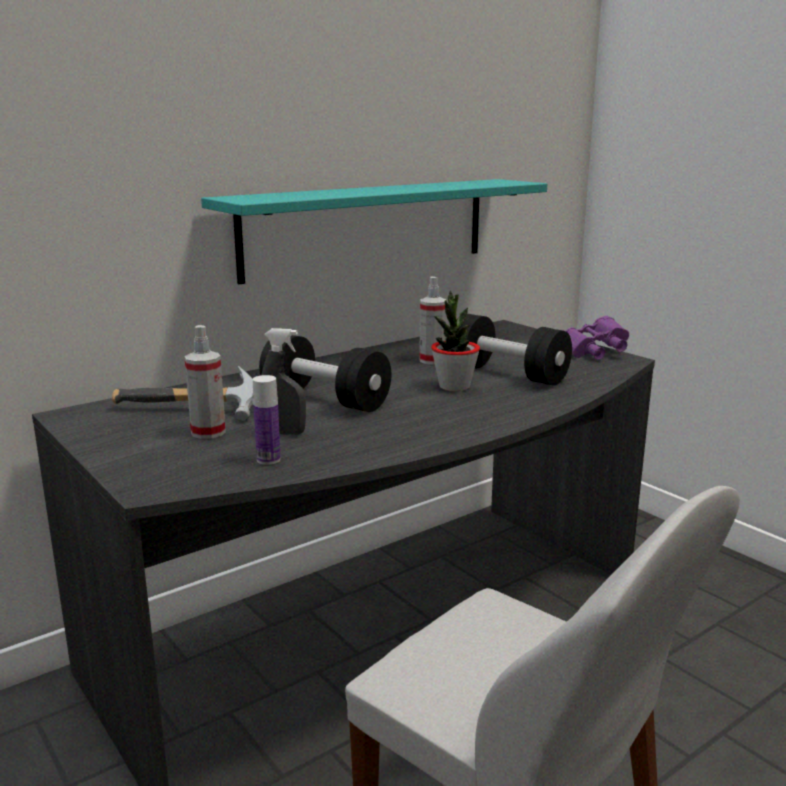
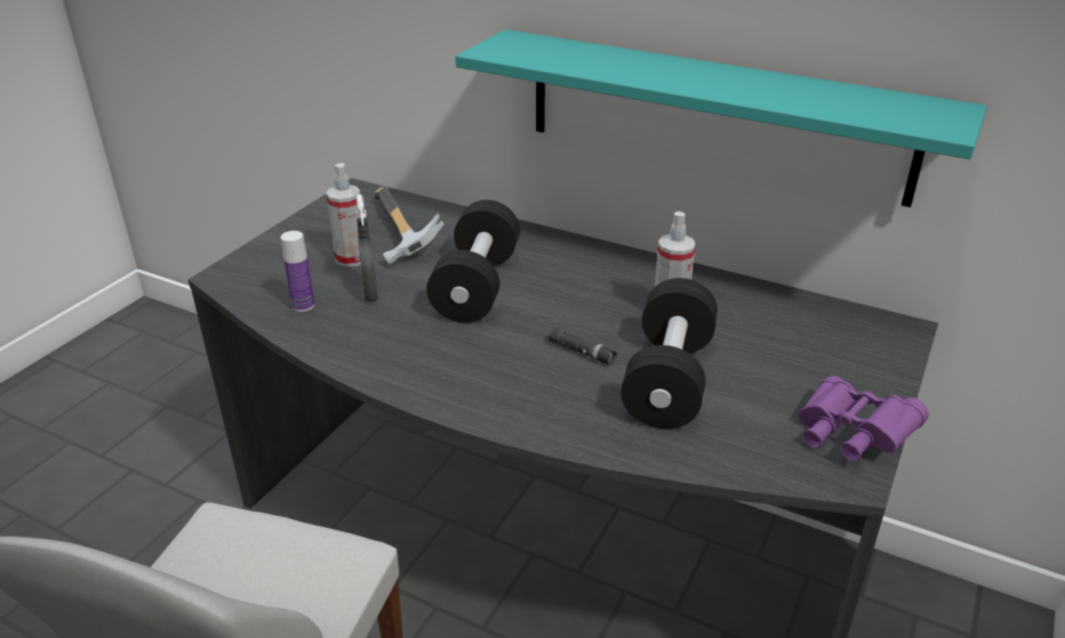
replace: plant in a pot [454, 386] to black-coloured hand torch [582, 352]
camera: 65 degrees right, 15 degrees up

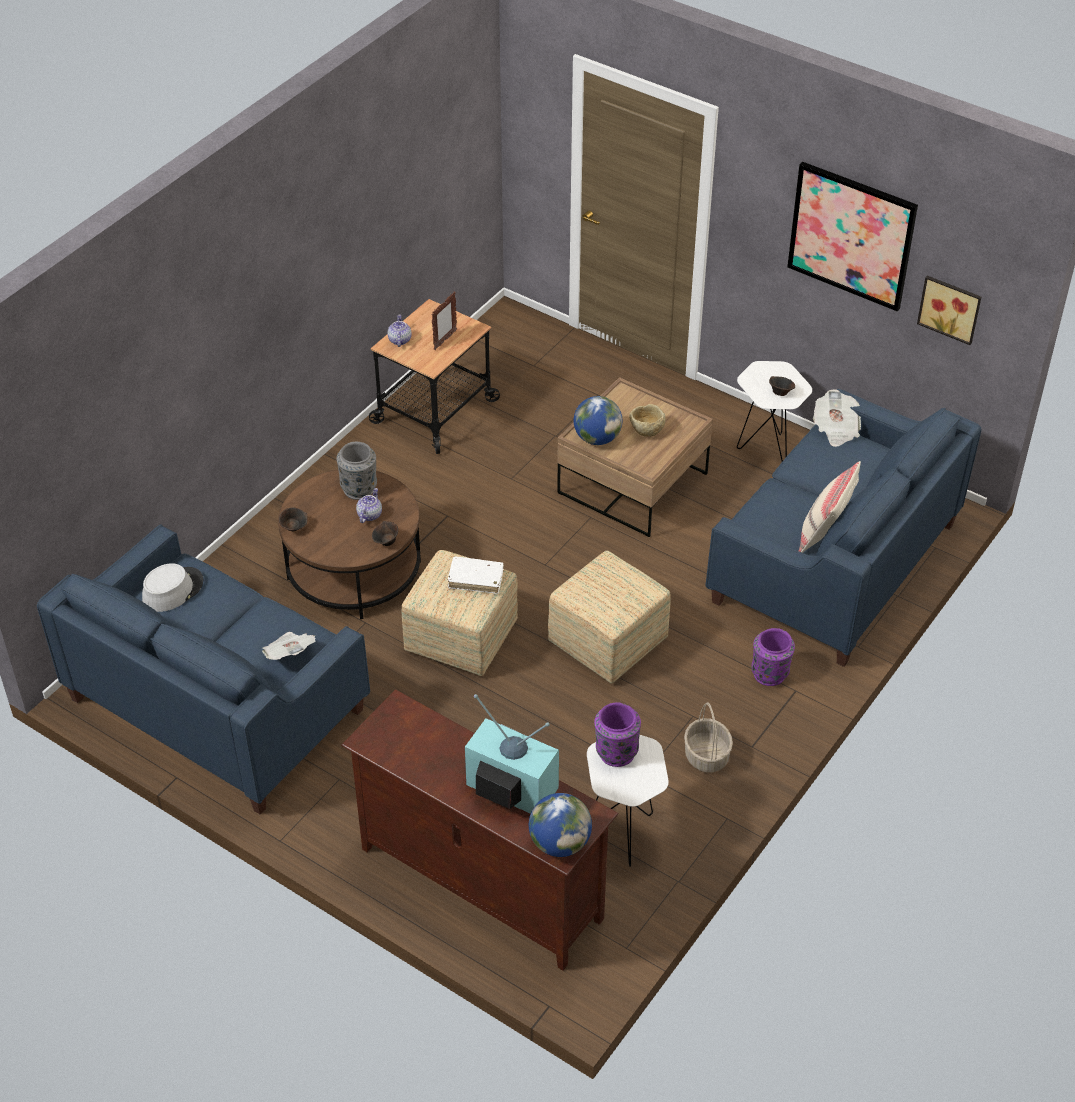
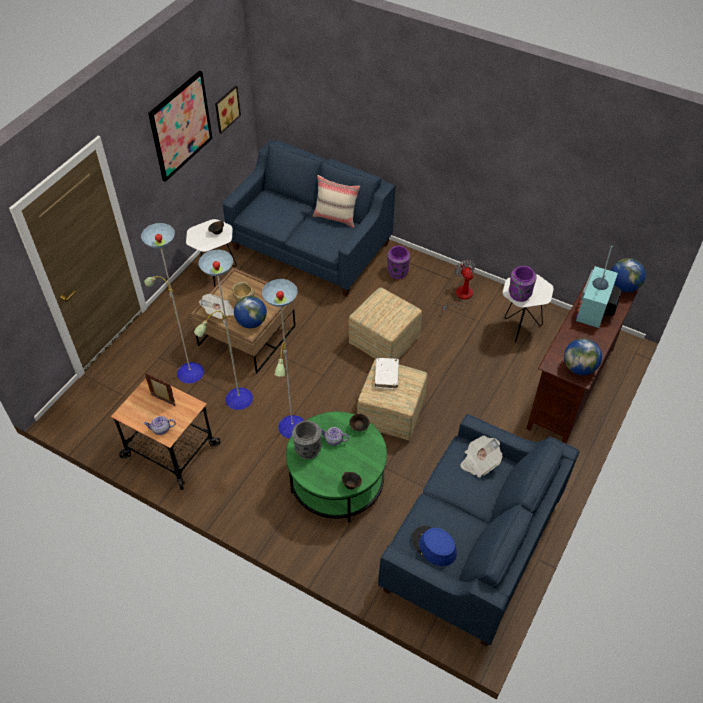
insert: standard lamp [237, 400]; globe [579, 368]
move: newspaper [836, 429] to [219, 312]
replace: household basket [706, 756] to electric fan [460, 297]
recolor: brownish low table [354, 570] to green-coloured low table [337, 481]; greyish clothing hat [172, 590] to blue-coloured clothing hat [433, 546]
camera: 95 degrees left, 5 degrees up

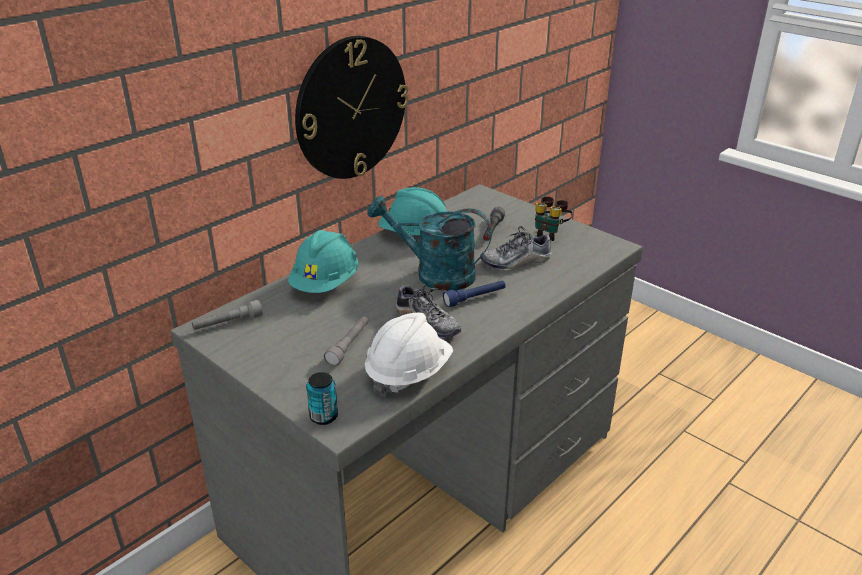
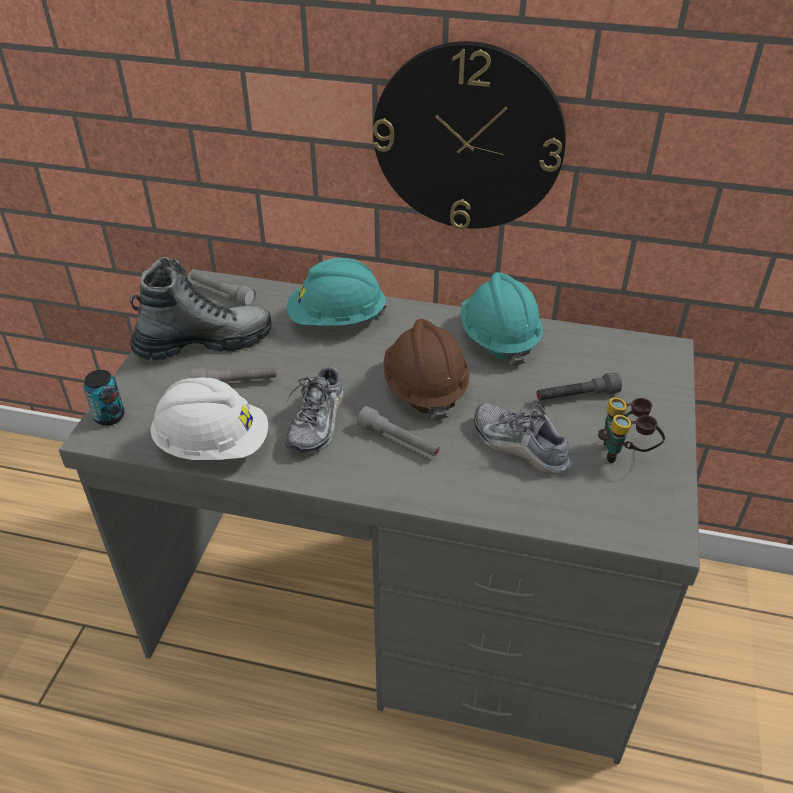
insert: tall boot [204, 343]
replace: turquoise-coloured watering pot [434, 274] to brownish safety helmet [424, 388]
recolor: blue-coloured hand torch [475, 298] to greyish hand torch [399, 441]
camera: 60 degrees right, 10 degrees up

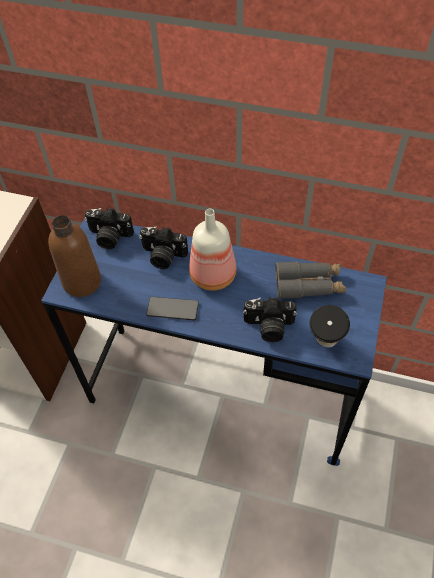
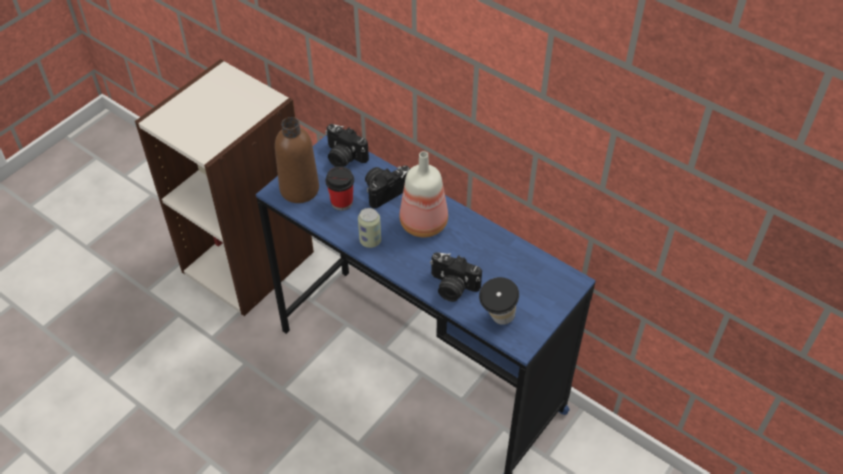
delete: greyish binoculars [309, 284]
insert: drinking cup [342, 202]
replace: telephone [172, 309] to metal can [370, 241]
rotate: still camera [163, 256] = [385, 191] 105 degrees clockwise
camera: 20 degrees right, 5 degrees down

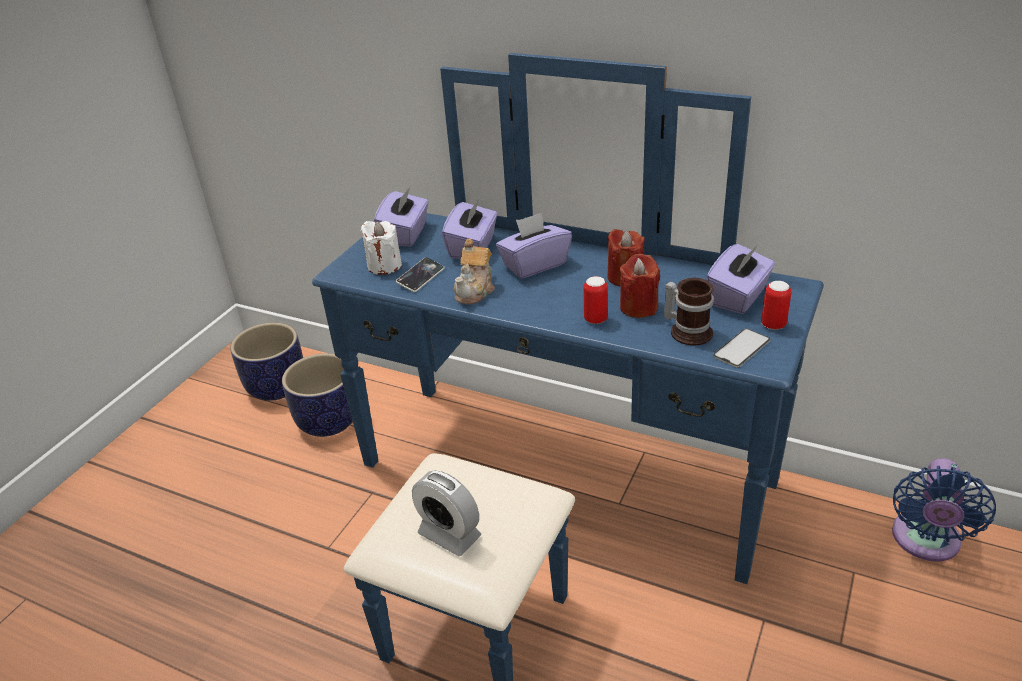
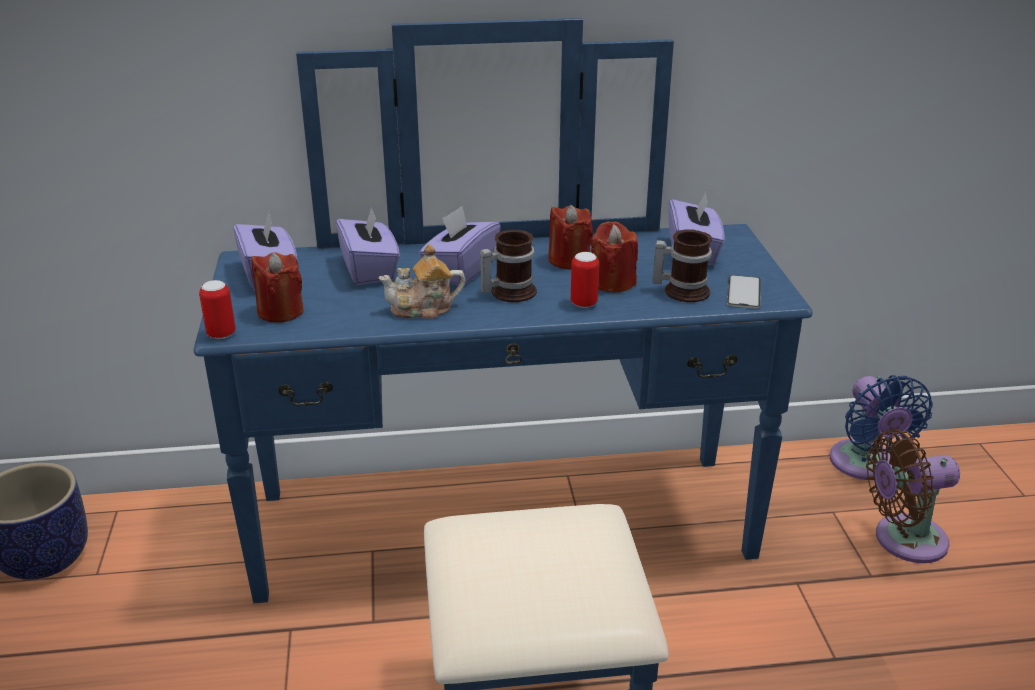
delete: plant pot [329, 422]; telephone [421, 277]; alarm clock [449, 535]
insert: coffee mug [508, 292]; brownish electric fan [903, 540]
move: metal can [773, 325] to [221, 334]
recolor: whitish wax candle [384, 266] to red wax candle [280, 311]
rotate: teapot [475, 290] = [423, 309] 90 degrees clockwise
camera: 35 degrees left, 5 degrees down

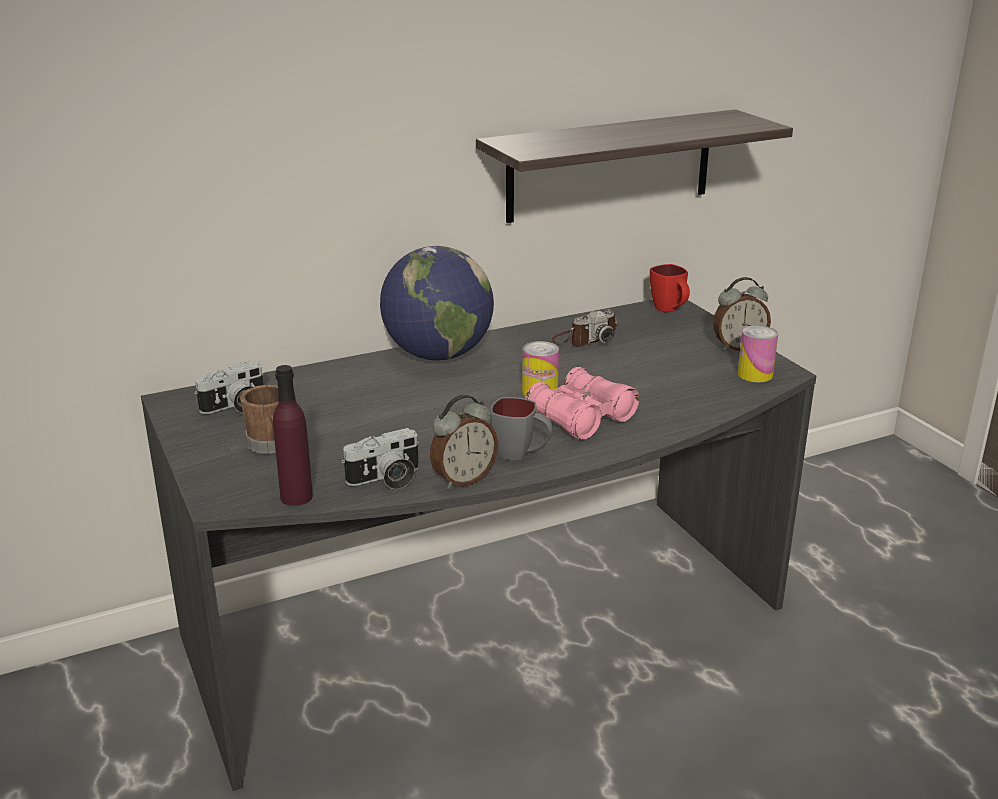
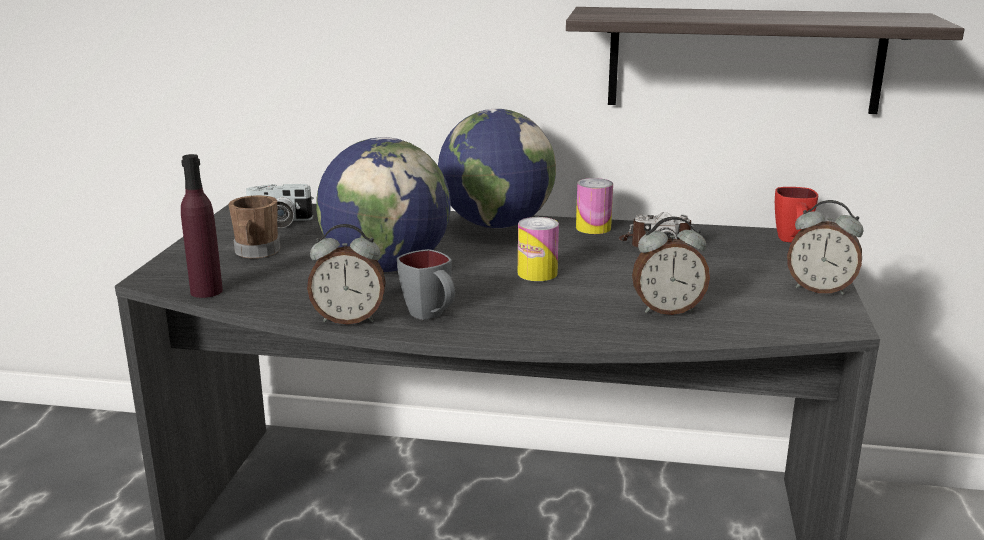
delete: still camera [386, 480]; pink binoculars [581, 418]
insert: globe [386, 267]; alarm clock [667, 310]
move: metal can [755, 374] to [593, 228]
camera: 35 degrees right, 5 degrees down

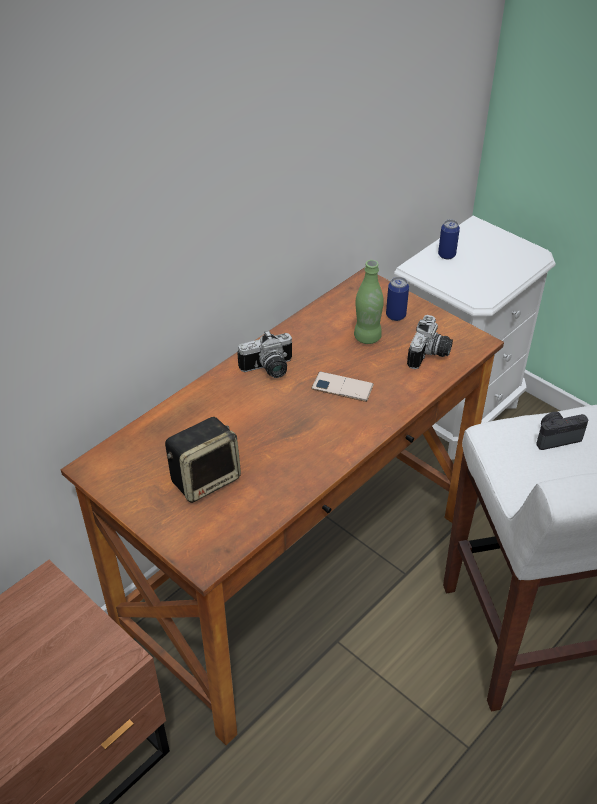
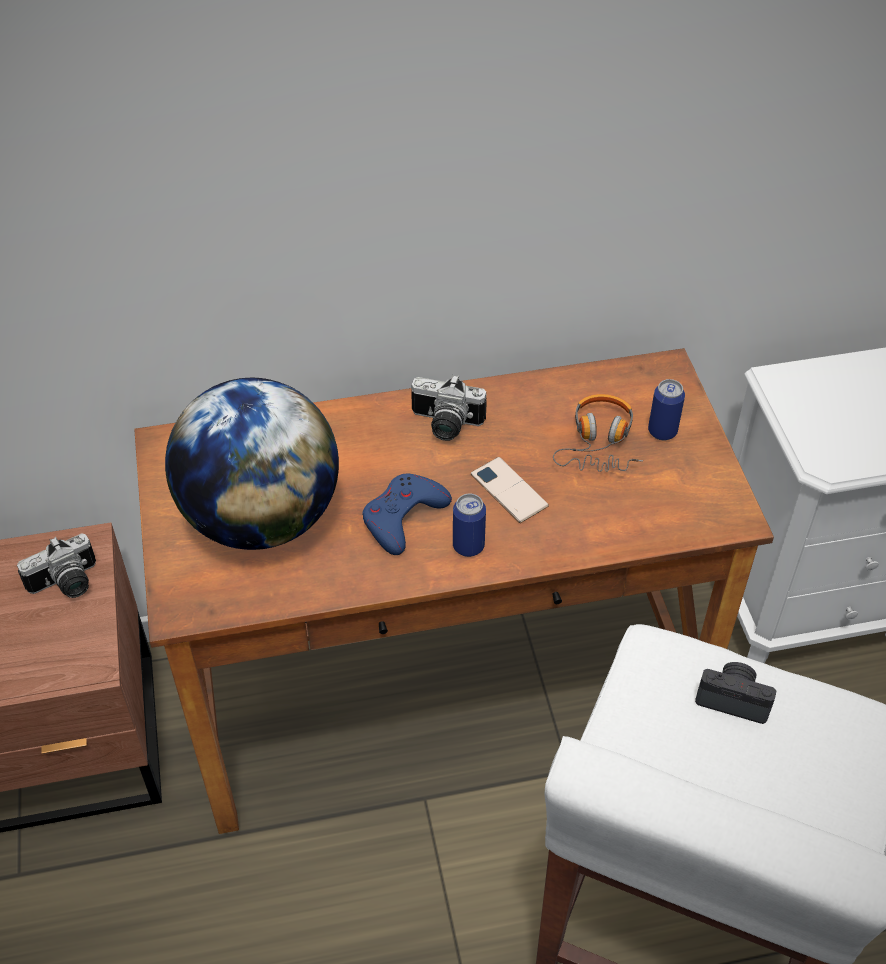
insert: blue-coloured joypad [403, 517]
move: still camera [430, 355] to [67, 585]; metal can [446, 255] to [468, 546]
replace: speaker [205, 478] to globe [261, 518]; green-coloured drink bottle [367, 337] to headset [599, 442]
camera: 35 degrees right, 5 degrees up

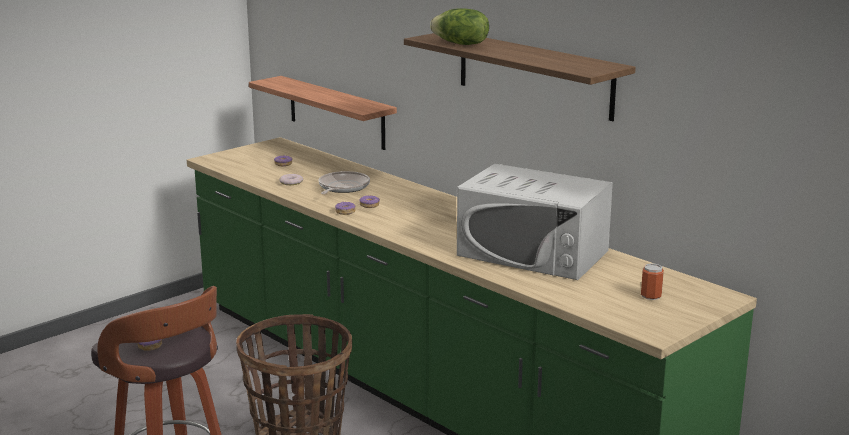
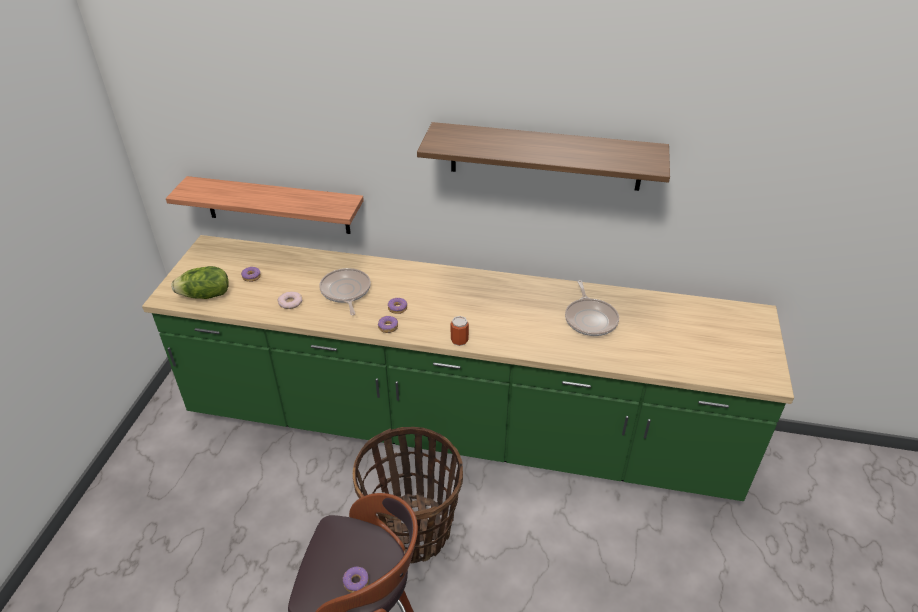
move: lettuce head [460, 44] to [205, 295]; metal can [651, 296] to [459, 340]
replace: whitish microwave [533, 253] to frying pan [590, 319]
camera: 35 degrees left, 20 degrees up

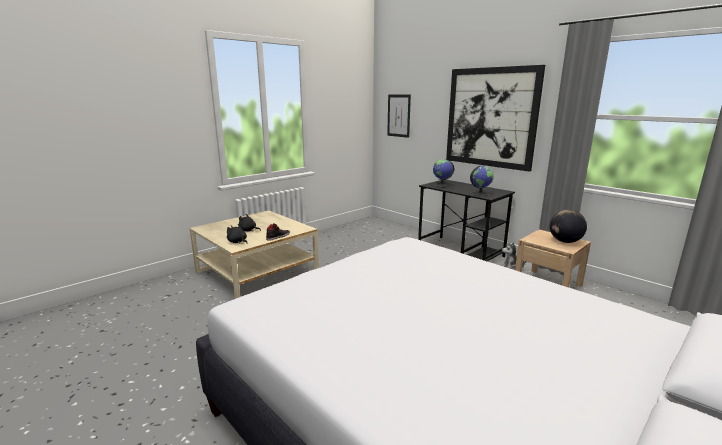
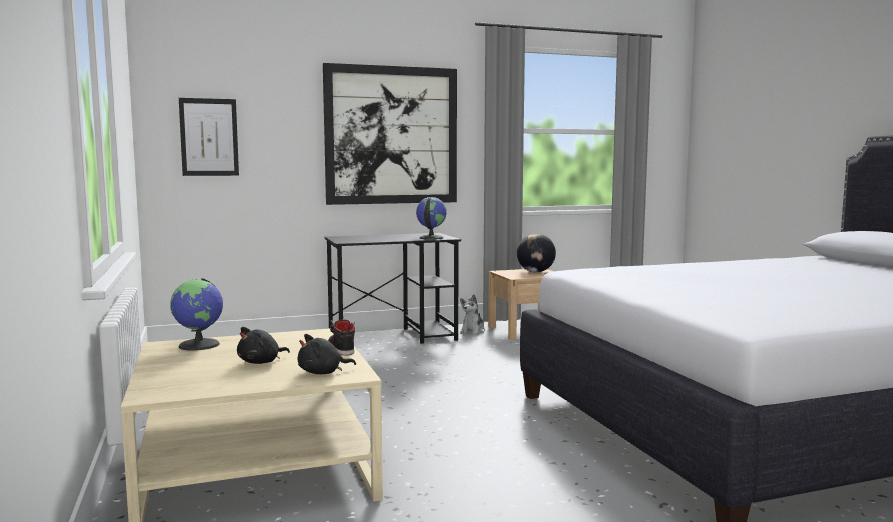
move: globe [442, 185] to [200, 345]
camera: 65 degrees left, 10 degrees down

